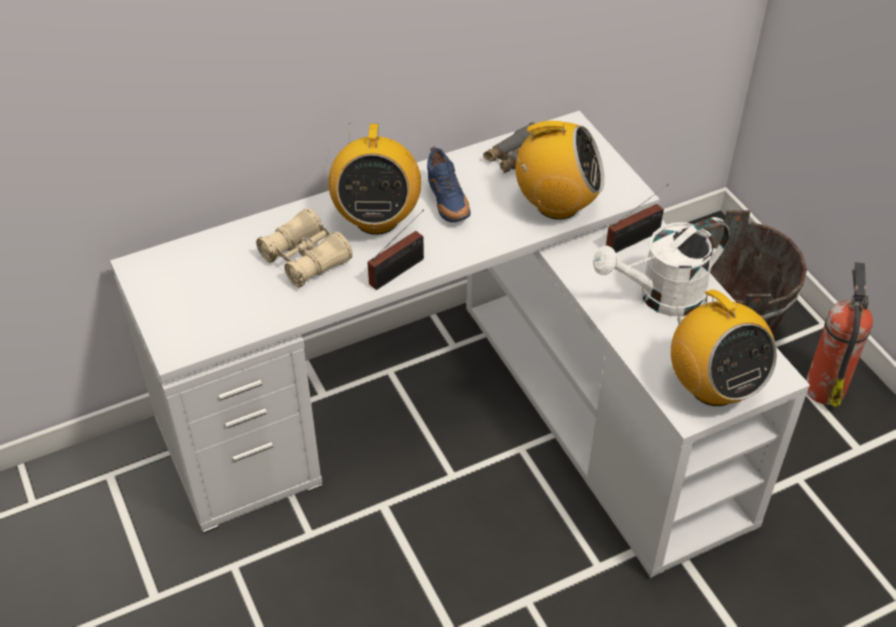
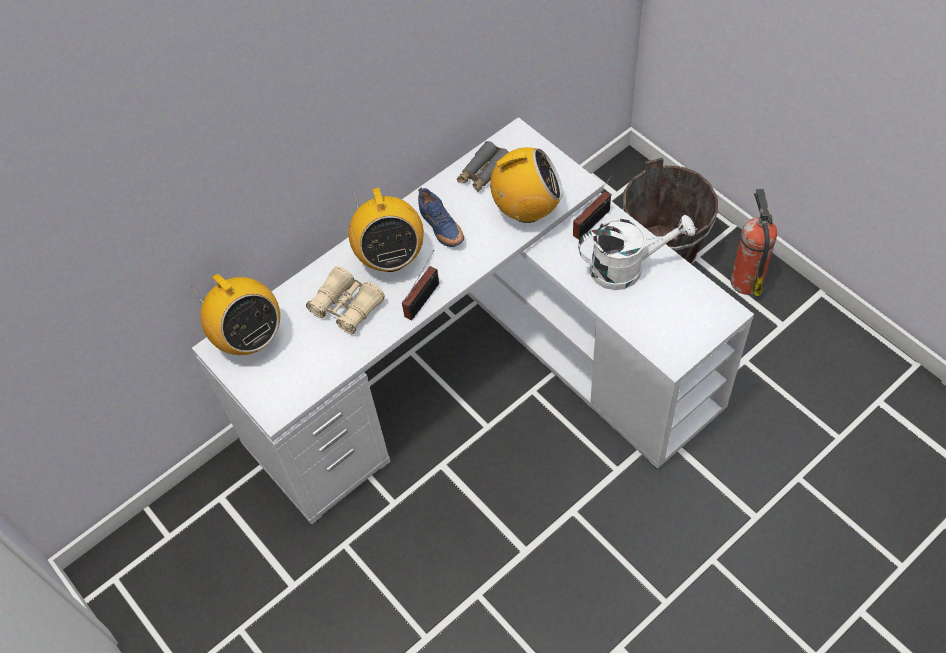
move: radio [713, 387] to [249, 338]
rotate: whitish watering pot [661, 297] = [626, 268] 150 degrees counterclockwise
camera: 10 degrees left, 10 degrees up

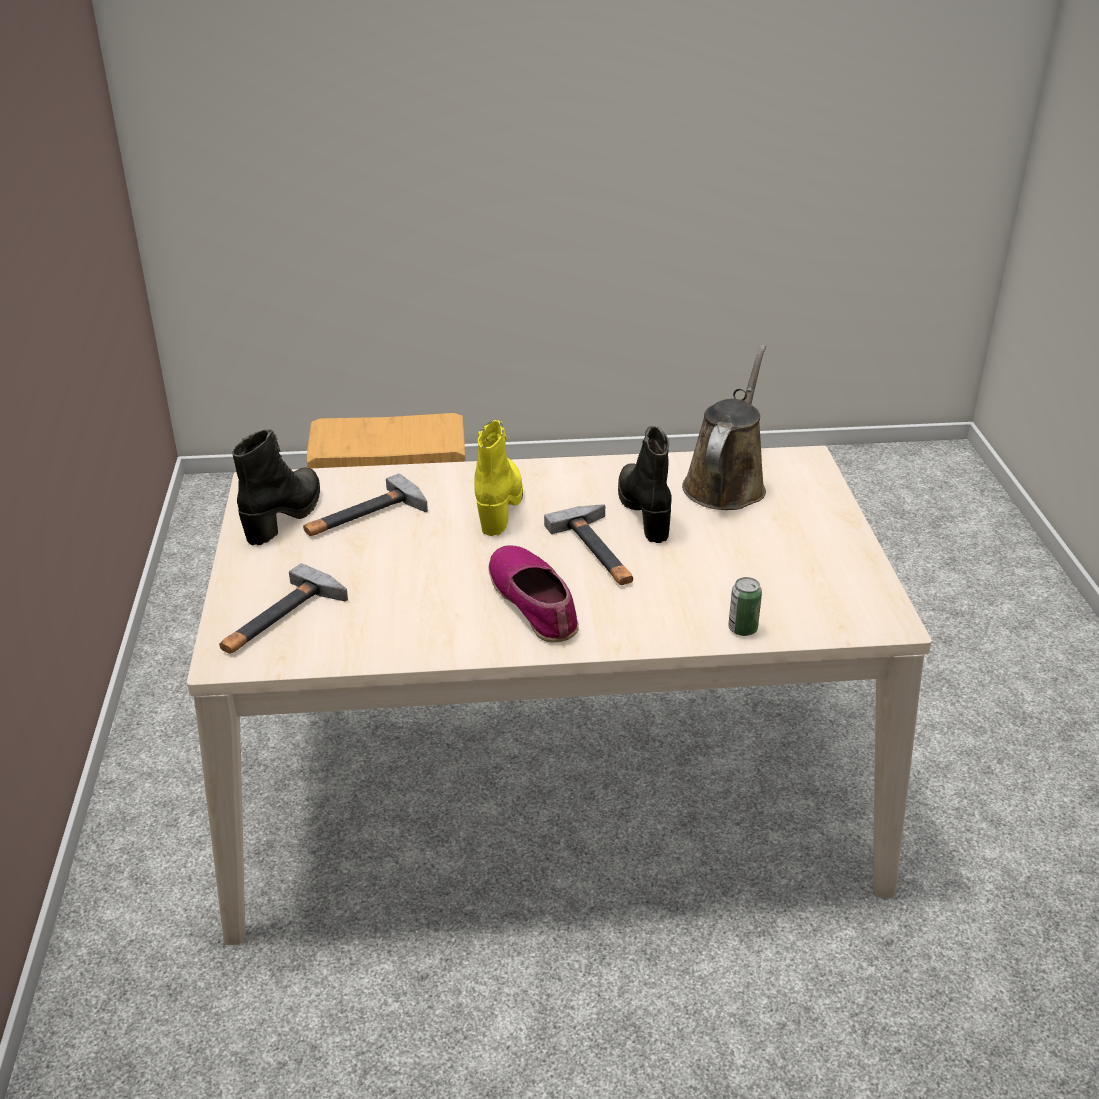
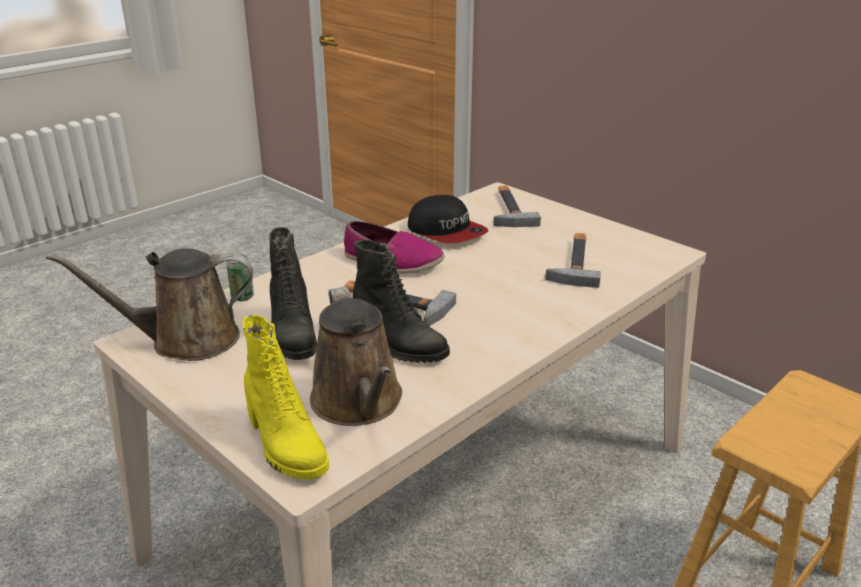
insert: brownish watering pot [186, 340]; baseball cap [447, 232]
move: yellow tall boot [499, 505] to [284, 445]; black-coloured tall boot [285, 516] to [292, 336]
camera: 140 degrees right, 5 degrees down

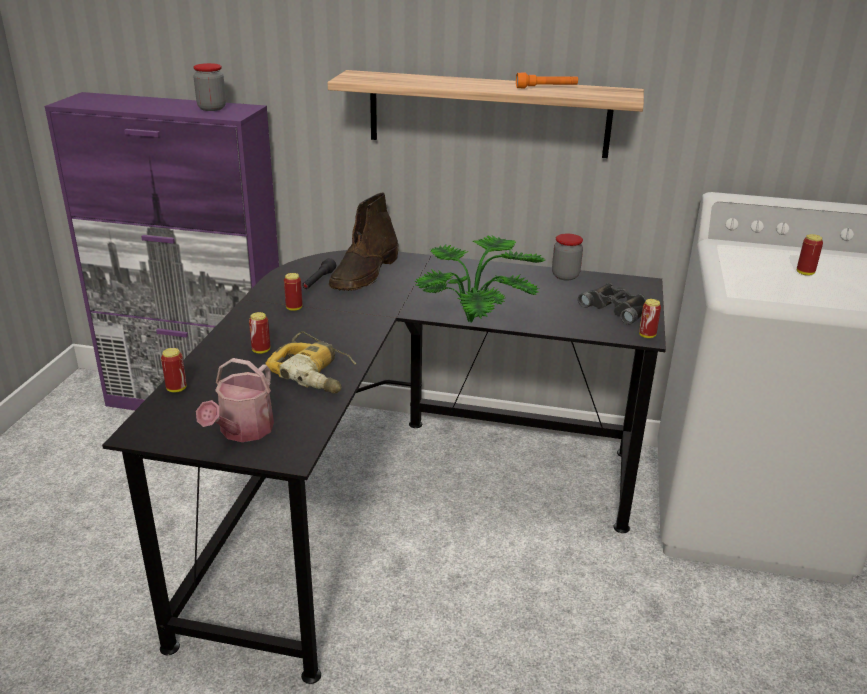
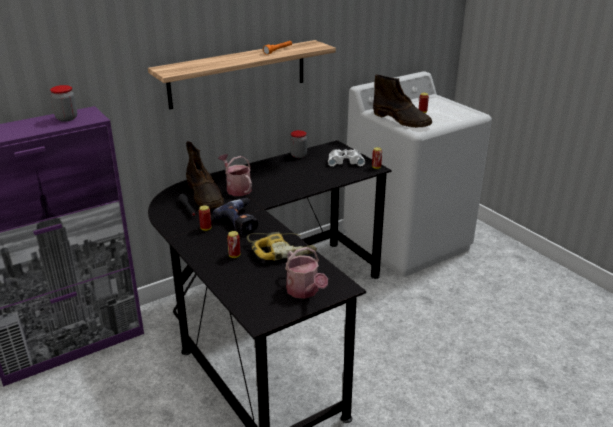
delete: metal can [176, 389]; plant in a pot [478, 322]
insert: power drill [242, 222]; watering pot [237, 189]; brownish tall boot [401, 120]
recolor: black-coloured binoculars [616, 308] to whitish binoculars [345, 161]
camera: 45 degrees left, 0 degrees up

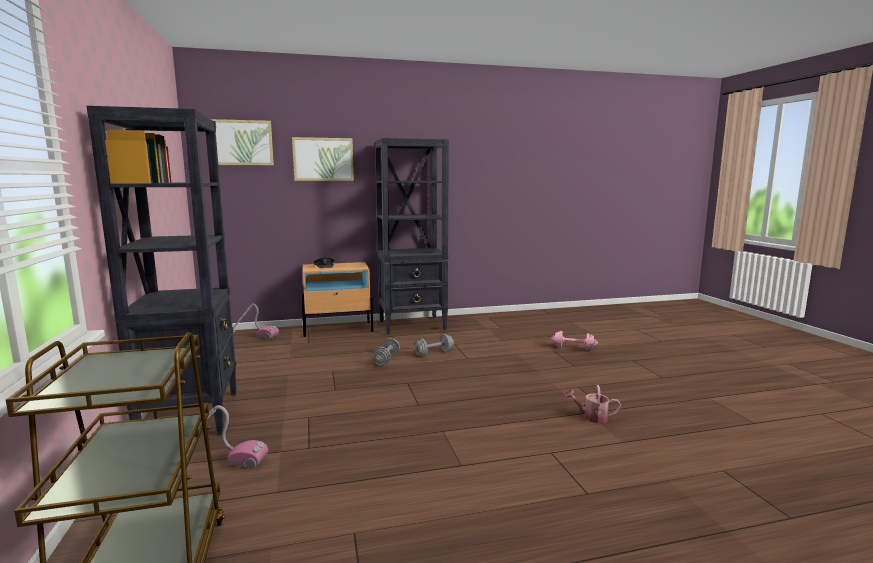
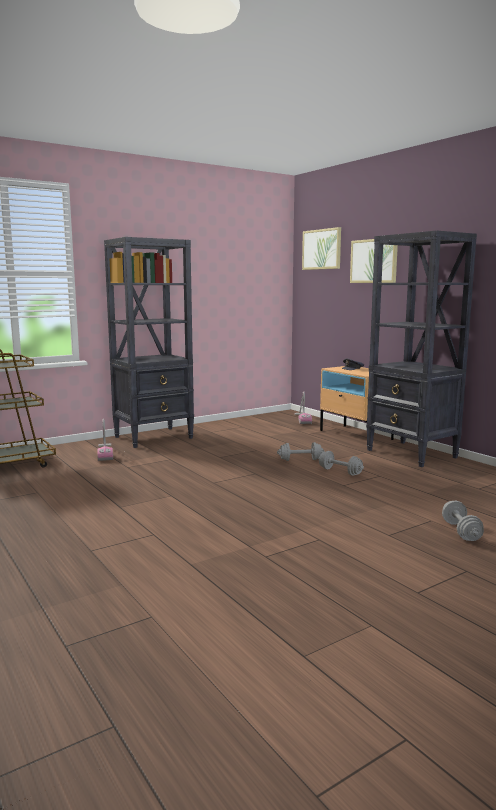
delete: watering pot [591, 417]
recolor: pink hand weight [573, 348] to greyish hand weight [461, 531]
camera: 70 degrees right, 0 degrees up

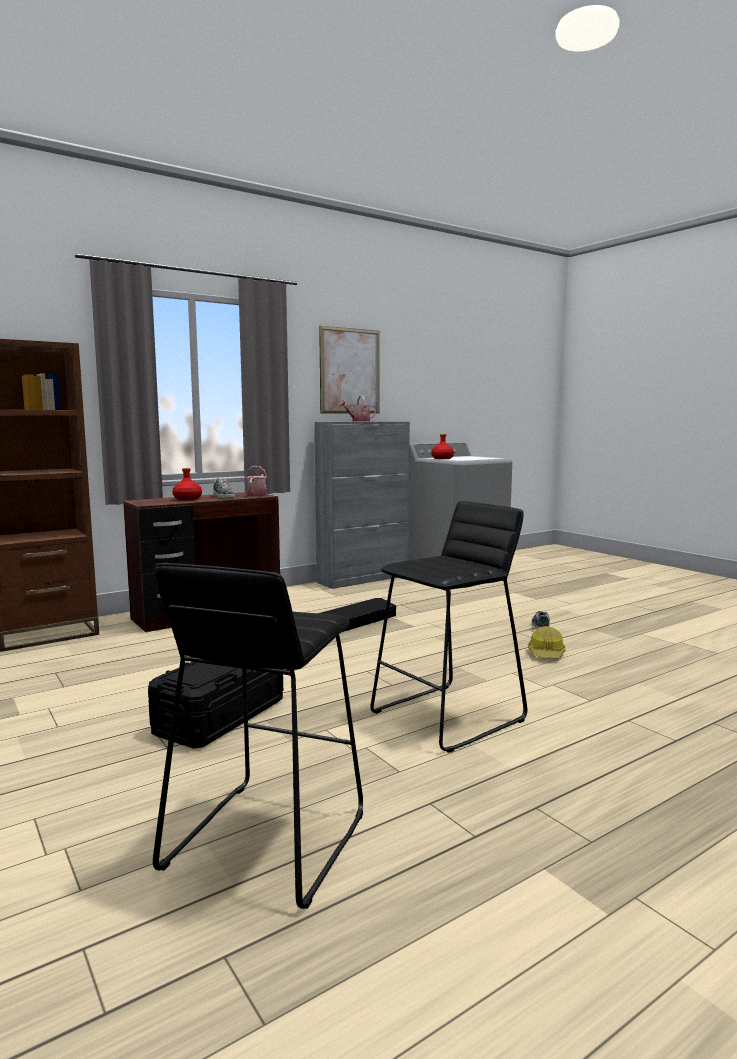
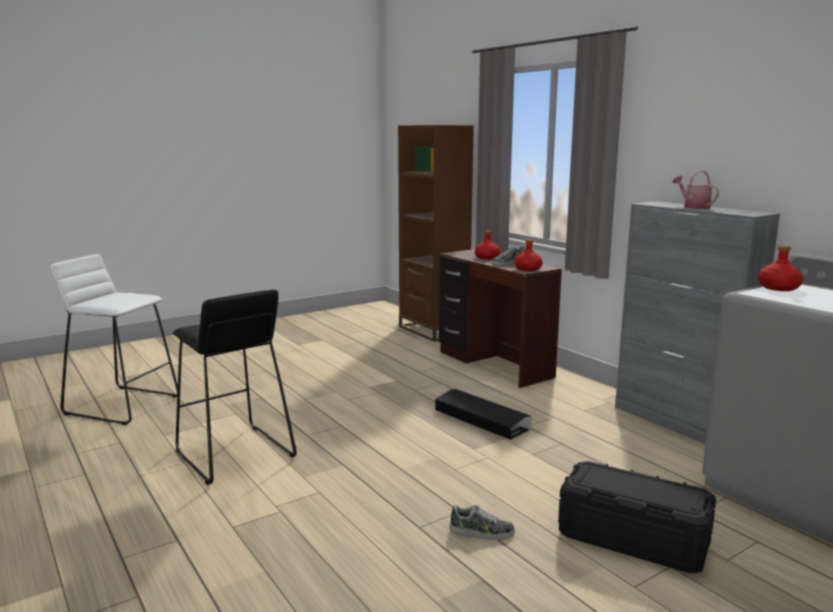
delete: wall picture [350, 371]; safety helmet [546, 654]
move: black-coloured storage box [220, 717] to [632, 538]
replace: watering pot [257, 495] to red drink bottle [528, 269]
recolor: black-coloured sitting stool [265, 841] to whitish sitting stool [122, 404]
camera: 90 degrees right, 5 degrees up

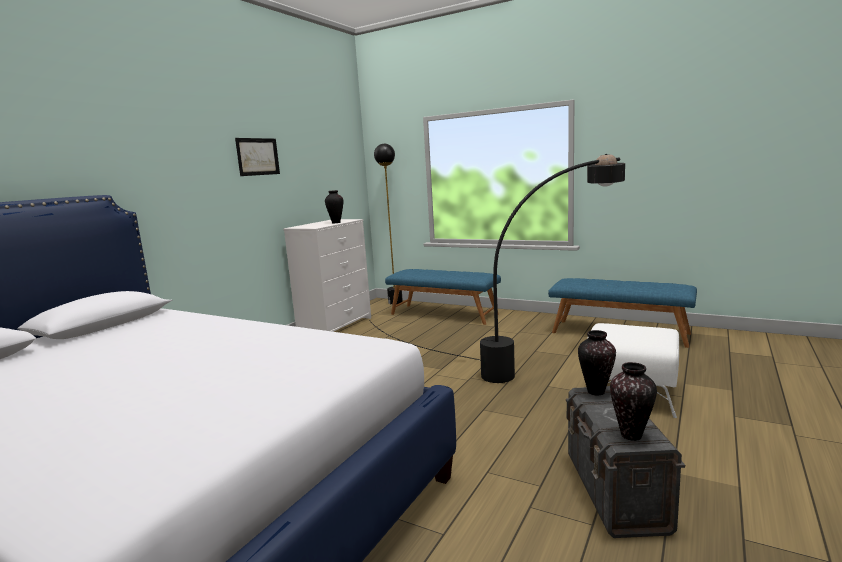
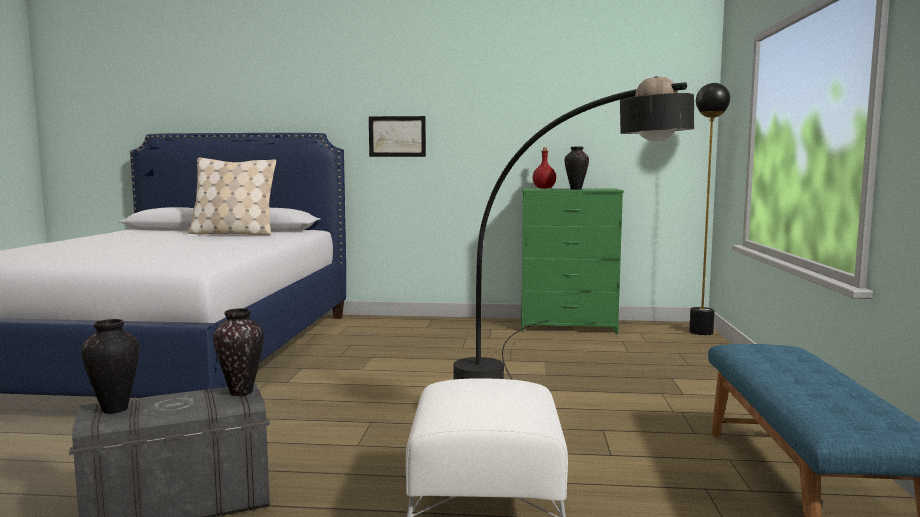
delete: blue-coloured bench [444, 314]
insert: beige cushion [233, 234]; red drink bottle [544, 188]
move: wall picture [258, 156] to [397, 136]
recolor: whitish dresser [335, 326] to green-coloured dresser [568, 326]
camera: 65 degrees right, 5 degrees down

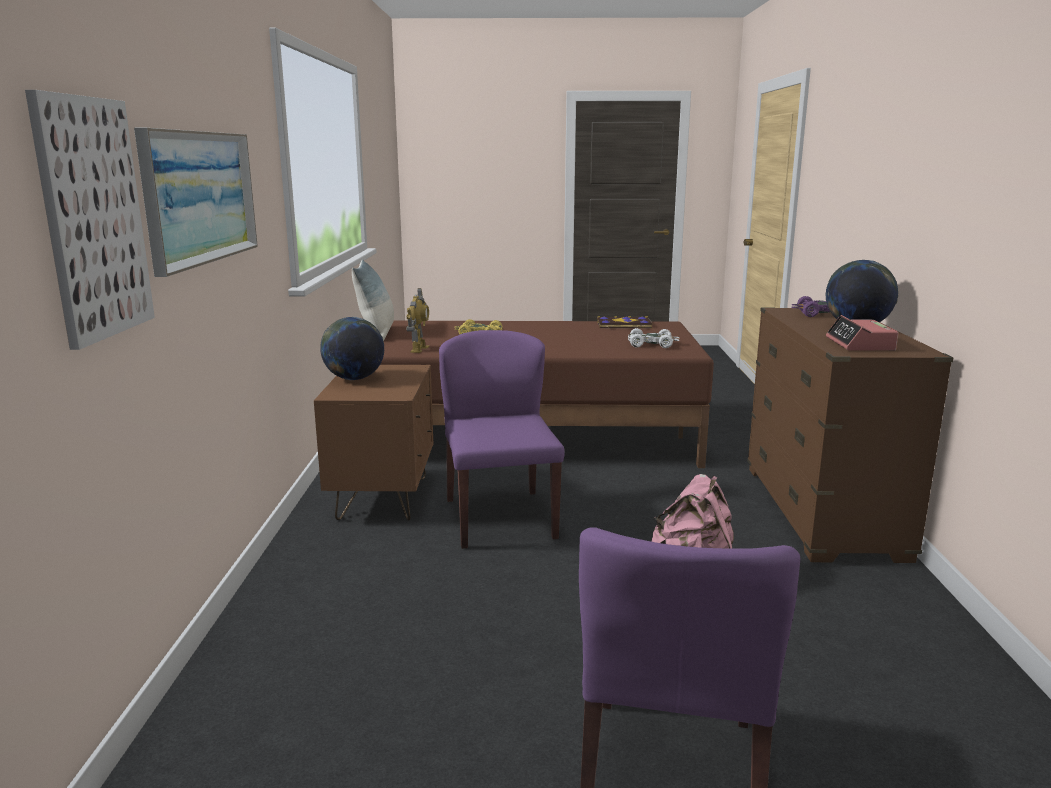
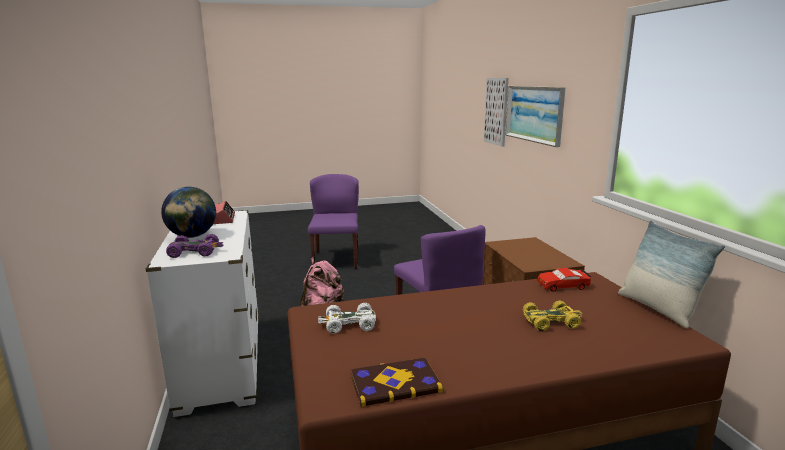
delete: globe [354, 379]
replace: model robot [419, 349] to red toy car [563, 285]
recolor: brownish dresser [821, 512] to whitish dresser [222, 363]
camera: 165 degrees right, 0 degrees up

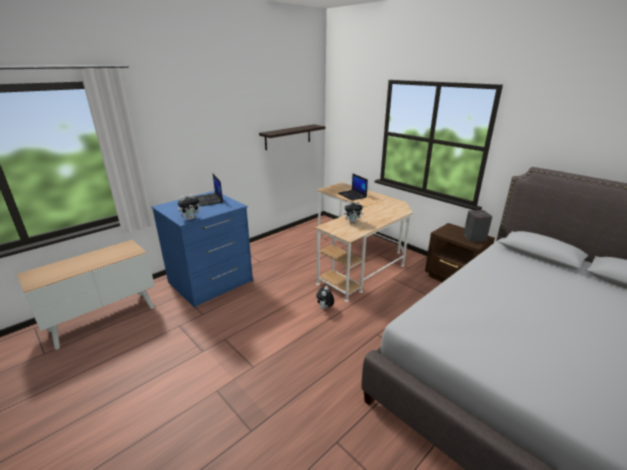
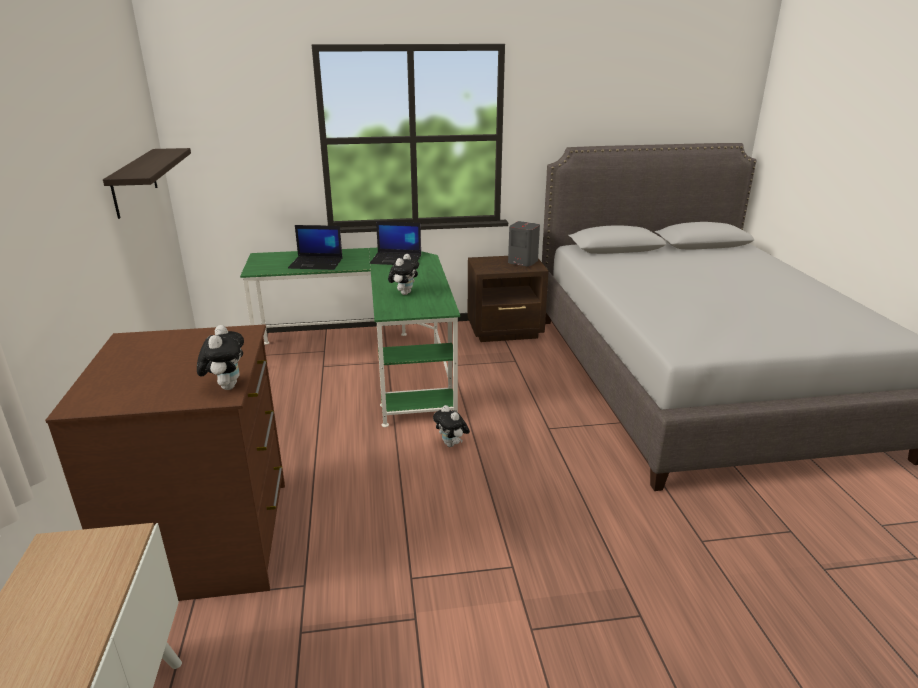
move: laptop [209, 200] to [397, 259]
recolor: blue-coloured dresser [211, 282] to brownish dresser [210, 540]; beige desk [359, 258] to green-coloured desk [371, 365]
camera: 55 degrees left, 0 degrees up

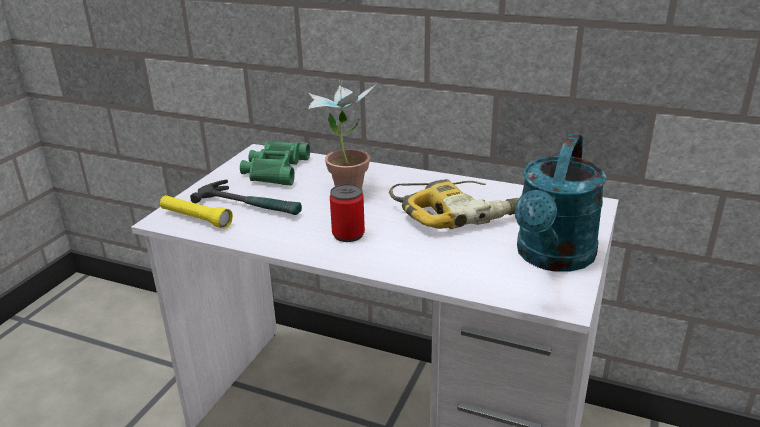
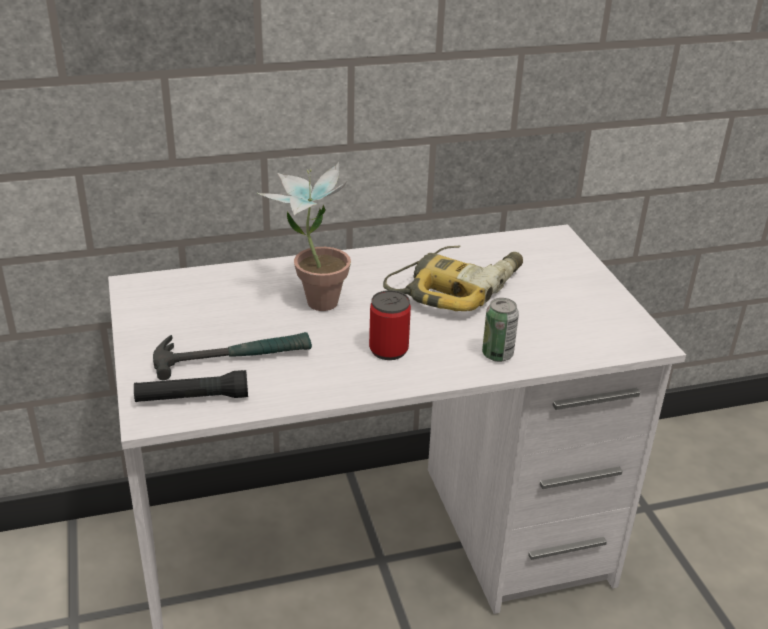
delete: green-coloured binoculars [275, 170]; turquoise-coloured watering pot [552, 258]
insert: metal can [497, 354]
recolor: yellow hand torch [196, 219] to black-coloured hand torch [192, 398]
camera: 40 degrees left, 5 degrees up

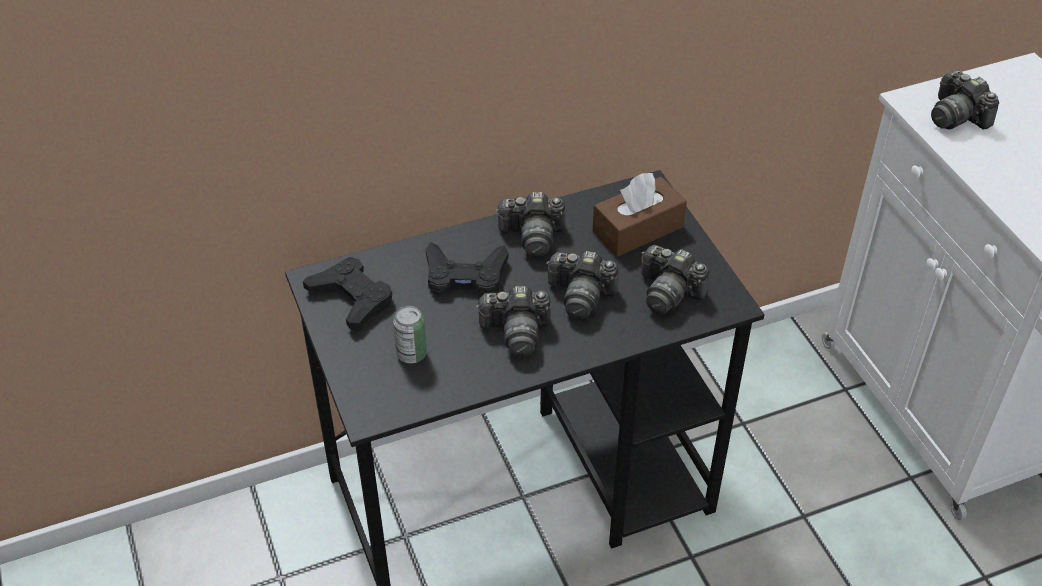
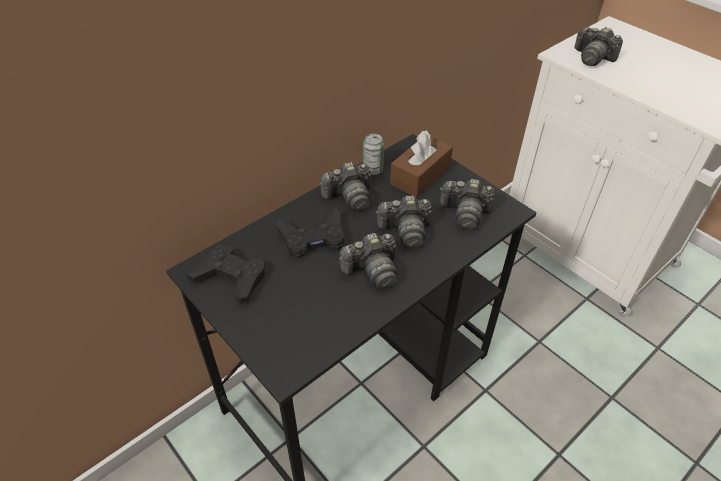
move: metal can [411, 354] to [372, 170]
camera: 20 degrees left, 0 degrees up

